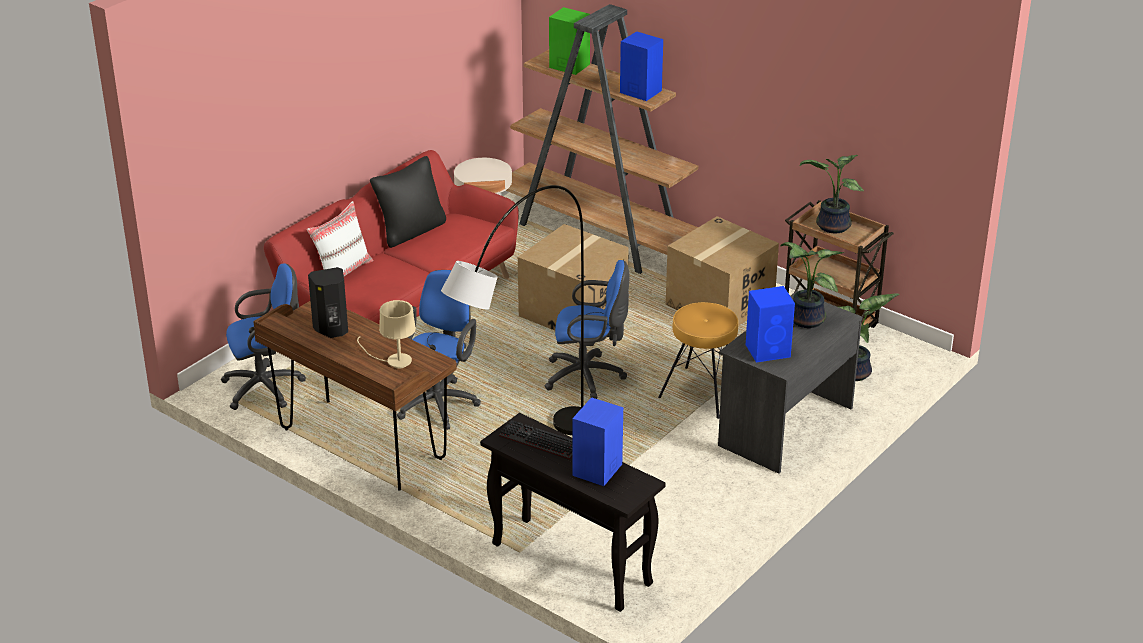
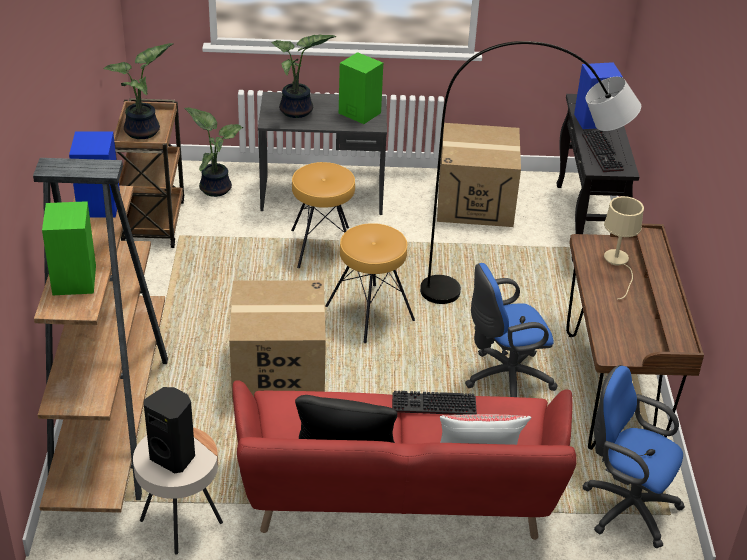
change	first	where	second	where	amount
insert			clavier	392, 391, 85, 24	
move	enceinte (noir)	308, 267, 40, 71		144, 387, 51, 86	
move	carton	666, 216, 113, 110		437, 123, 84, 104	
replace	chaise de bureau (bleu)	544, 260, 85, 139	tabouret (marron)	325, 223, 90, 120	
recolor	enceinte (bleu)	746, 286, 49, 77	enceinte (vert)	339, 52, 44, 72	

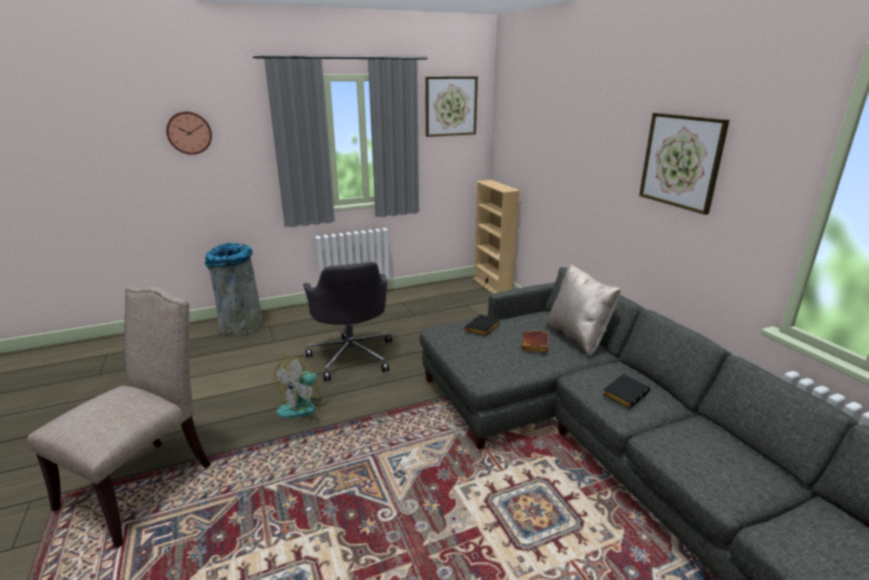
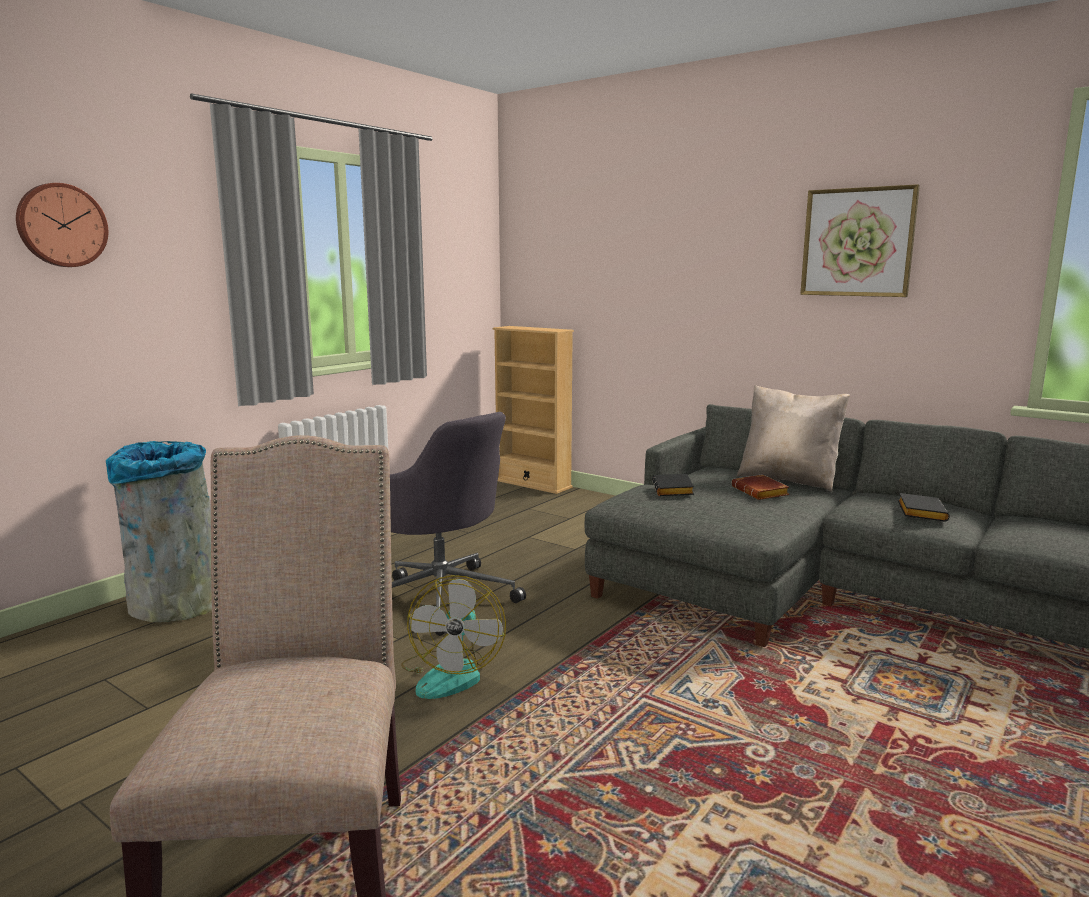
change	first	where	second	where	amount
delete	tableau	425, 76, 53, 61			

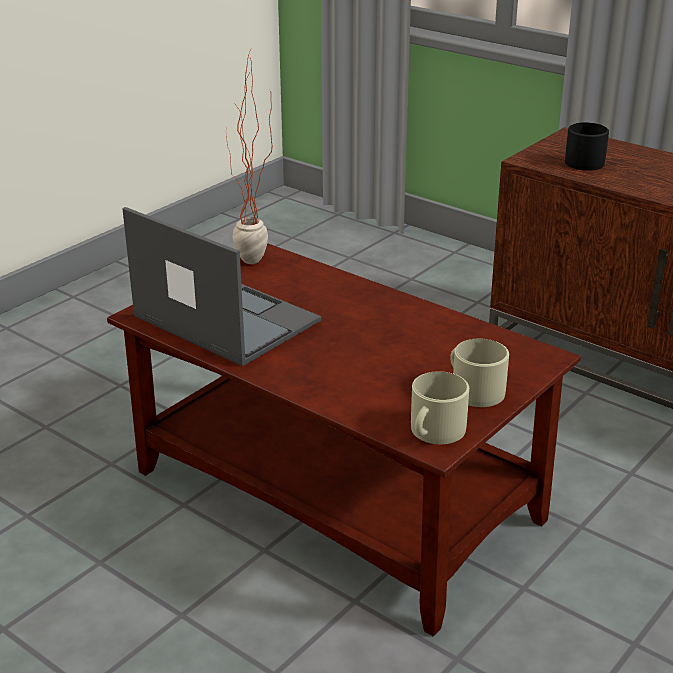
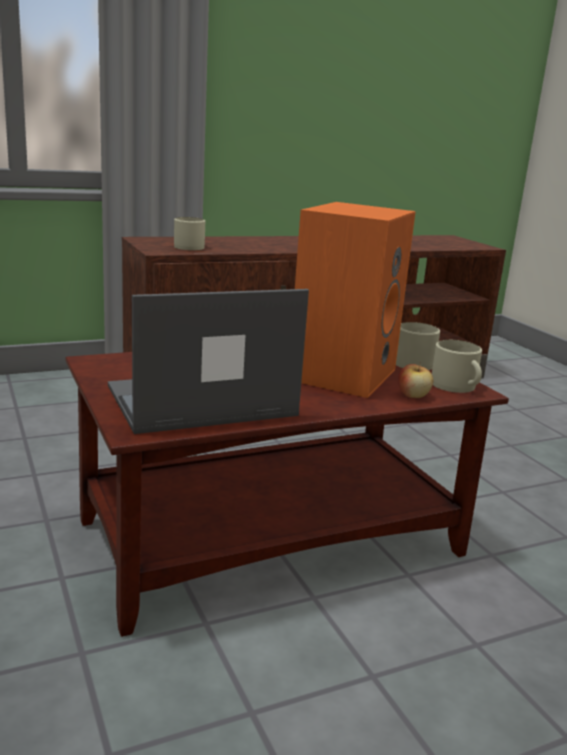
change	first	where	second	where	amount
delete	plante en pot	226, 52, 46, 212			
insert			enceinte (orange)	295, 202, 121, 196	
insert			pomme	398, 362, 35, 36	
recolor	mug (noir)	565, 123, 44, 48	mug (beige)	174, 217, 31, 33	

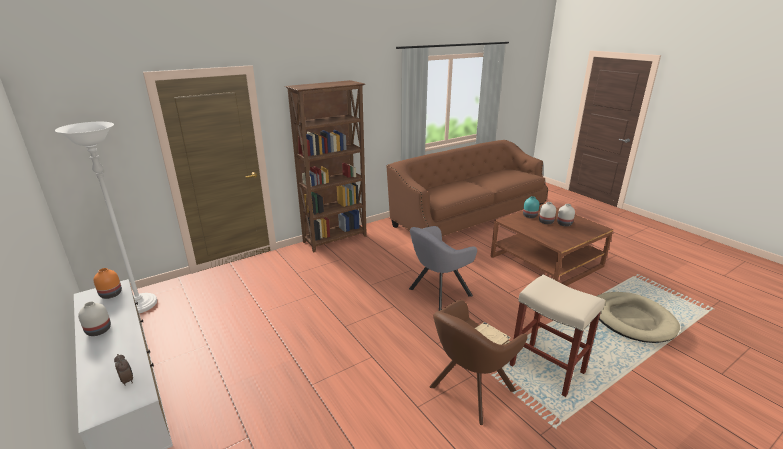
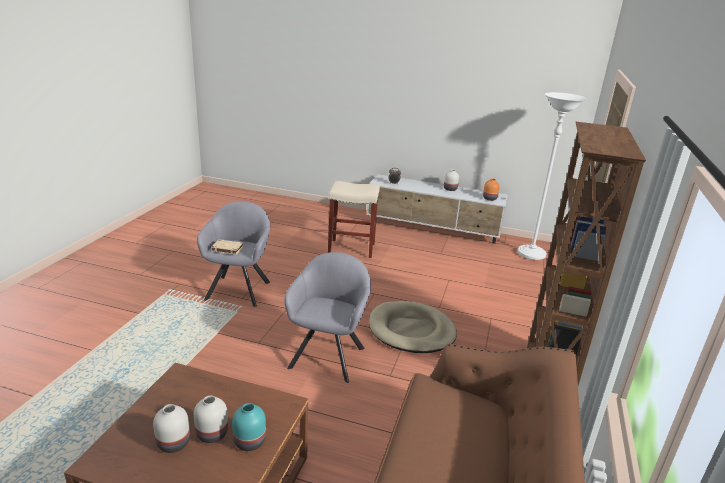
change	first	where	second	where	amount
move	tabouret (beige)	509, 275, 96, 122		328, 181, 52, 77	
move	panier pour chien (beige)	597, 292, 83, 51		369, 301, 88, 52	
recolor	fauteuil (marron)	429, 300, 99, 125	fauteuil (gris)	197, 201, 73, 106	

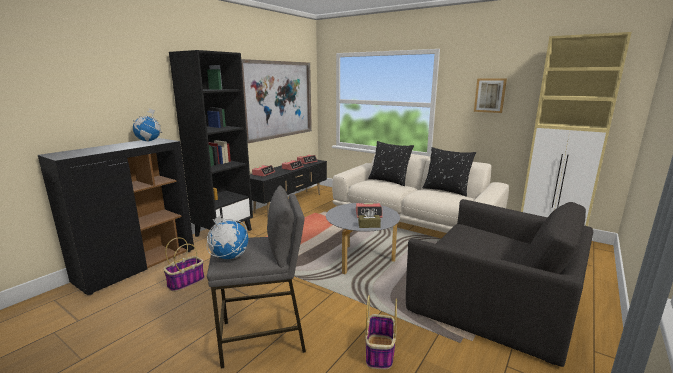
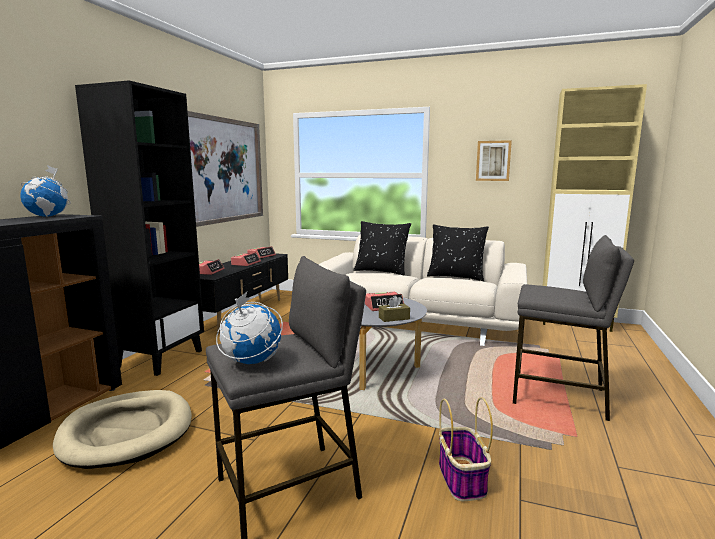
change	first	where	second	where	amount
replace	panier	163, 238, 42, 54	panier pour chien (beige)	53, 390, 139, 79	
replace	fauteuil (noir)	406, 199, 187, 168	tabouret (gris)	513, 235, 121, 186	

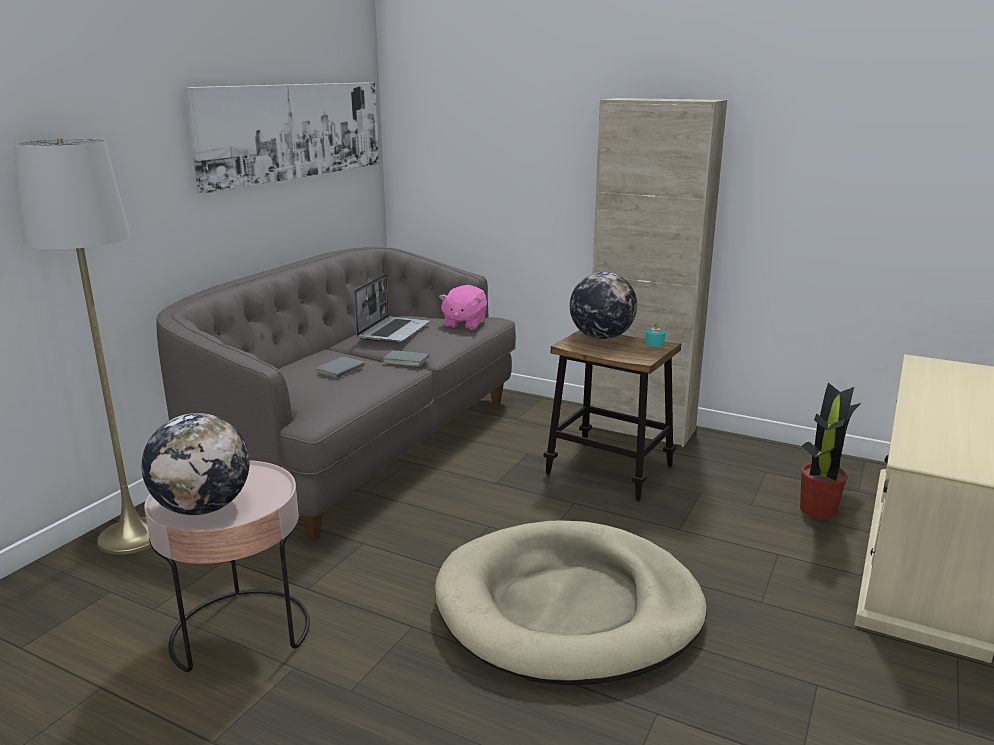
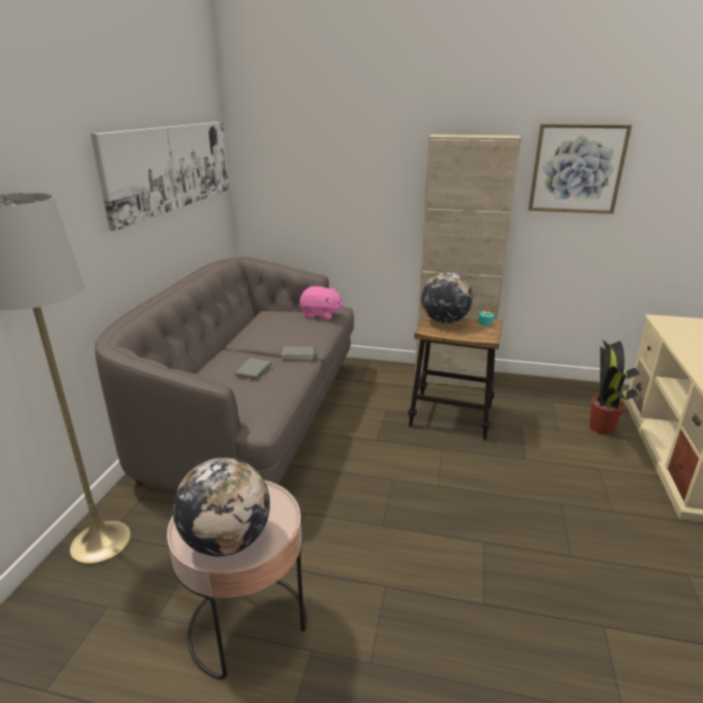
change	first	where	second	where	amount
delete	ordinateur portable	354, 274, 76, 69			
delete	panier pour chien (beige)	435, 521, 272, 164			
insert			tableau	528, 124, 104, 90	
rotate	peluche (rose)	439, 285, 48, 45		300, 286, 43, 34	75 degrees counterclockwise

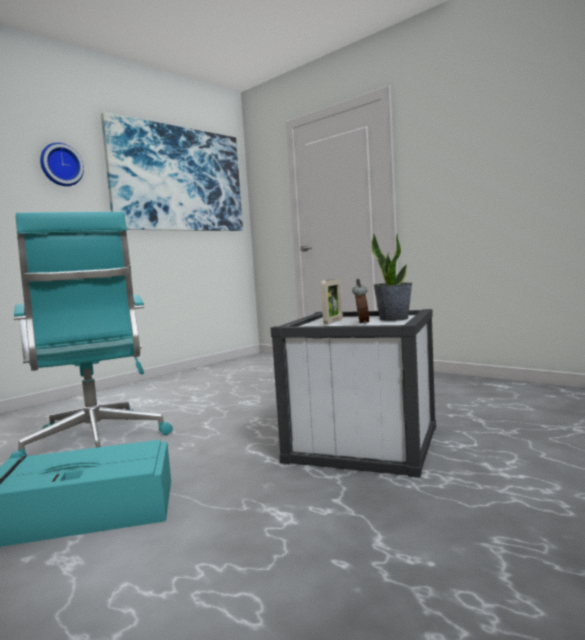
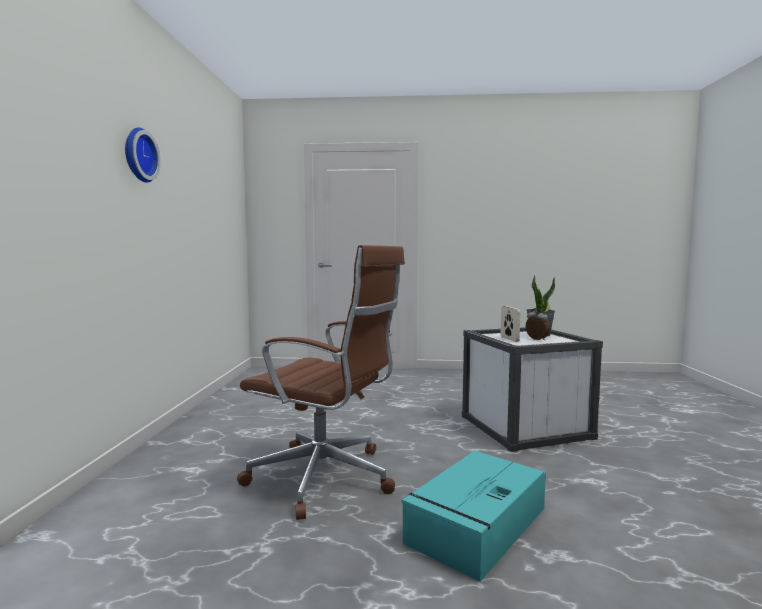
change	first	where	second	where	amount
delete	tableau	101, 112, 142, 119			
recolor	chaise de bureau (turquoise)	10, 212, 163, 246	chaise de bureau (marron)	237, 245, 168, 275	

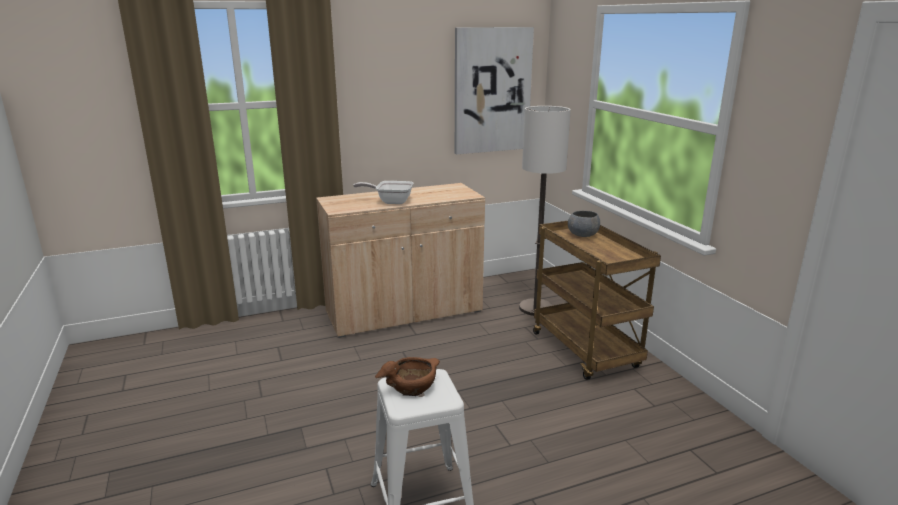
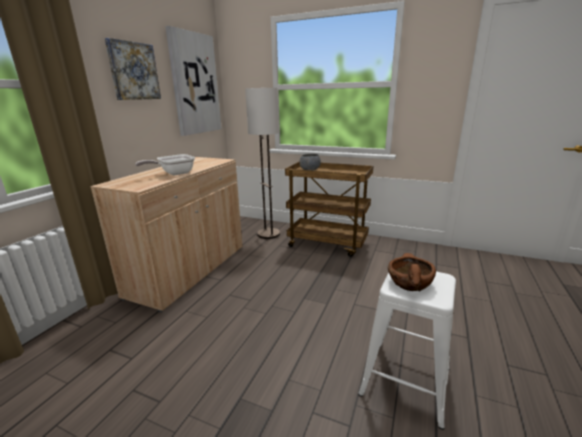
change	first	where	second	where	amount
insert			tableau	105, 38, 56, 62	

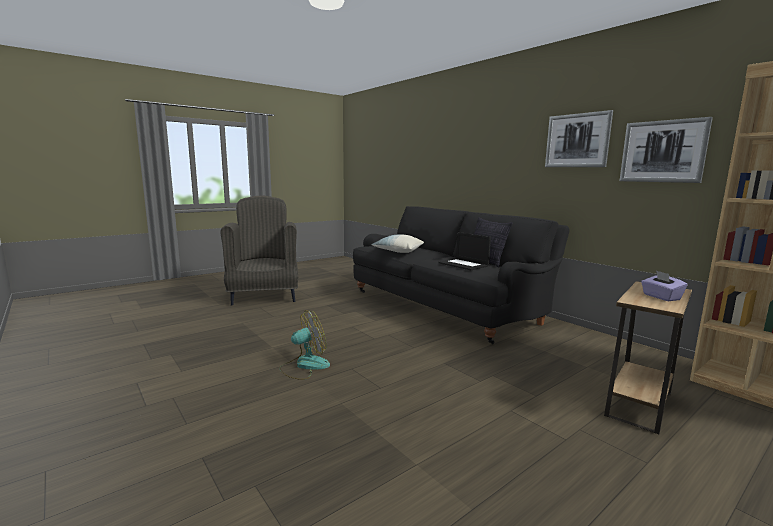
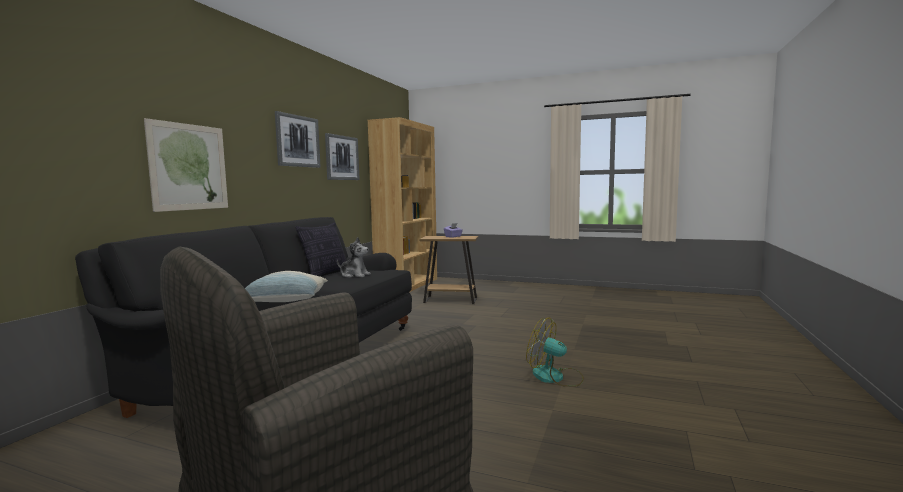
change	first	where	second	where	amount
insert			tableau	144, 118, 84, 94	
replace	ordinateur portable	439, 232, 52, 38	peluche	337, 237, 34, 41	

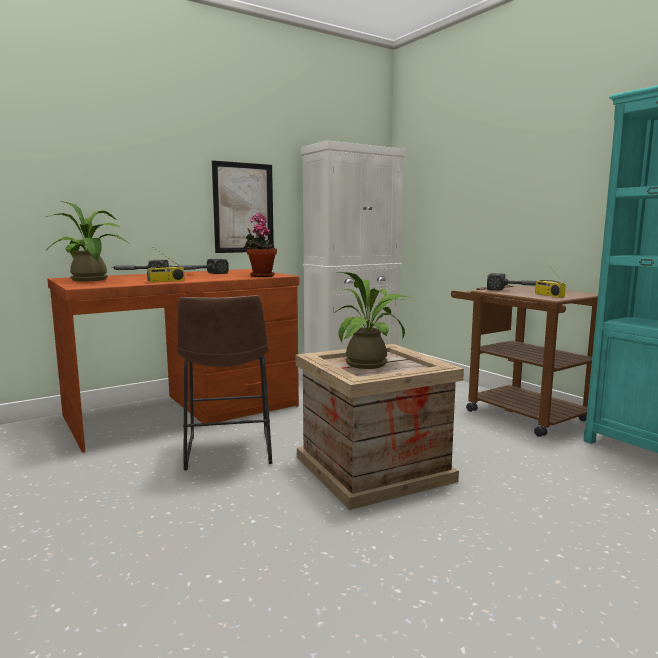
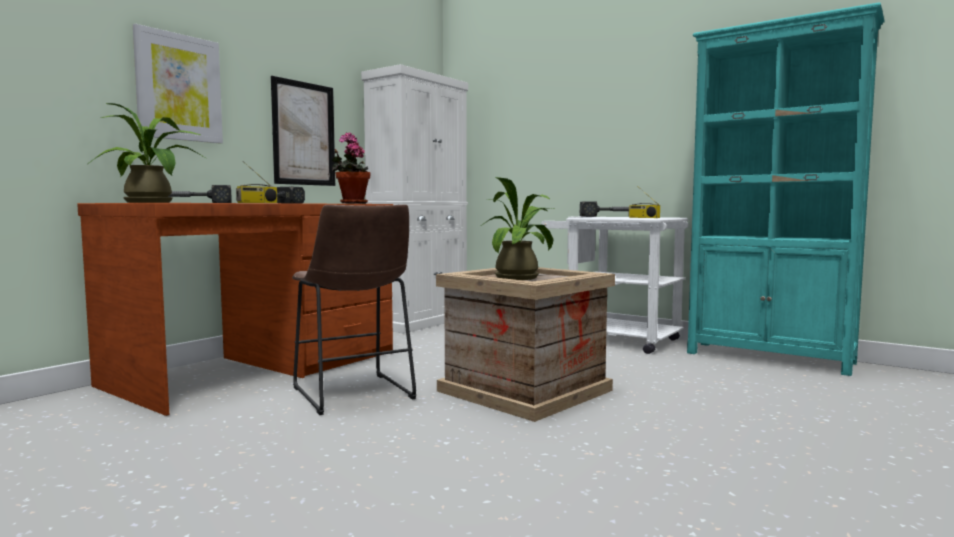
change	first	where	second	where	amount
insert			tableau	133, 24, 90, 119	
recolor	chariot (marron)	451, 285, 147, 152	chariot (blanc)	541, 216, 148, 138	

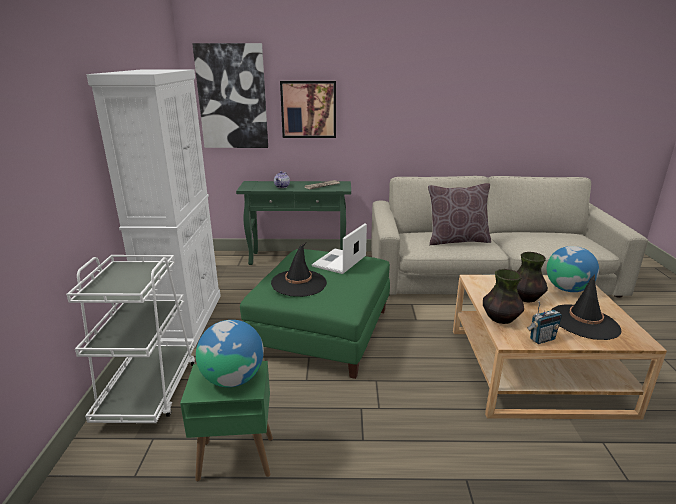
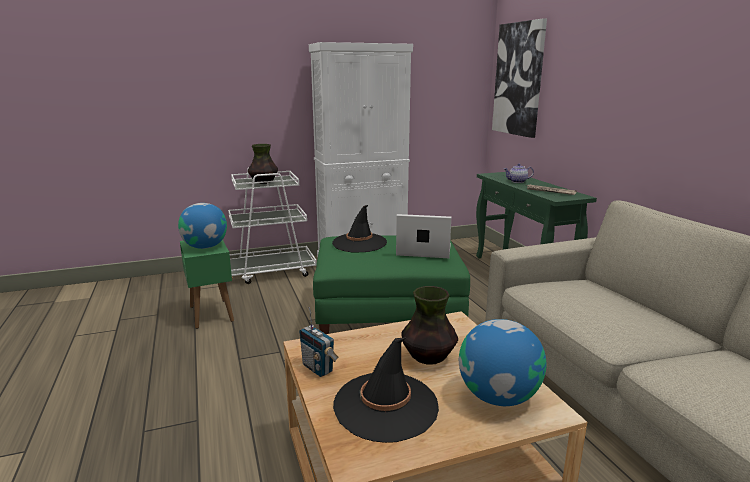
change	first	where	second	where	amount
delete	tableau	280, 81, 56, 57			
delete	coussin (marron)	428, 183, 63, 62			
move	vase	483, 269, 41, 55		248, 144, 30, 40	

